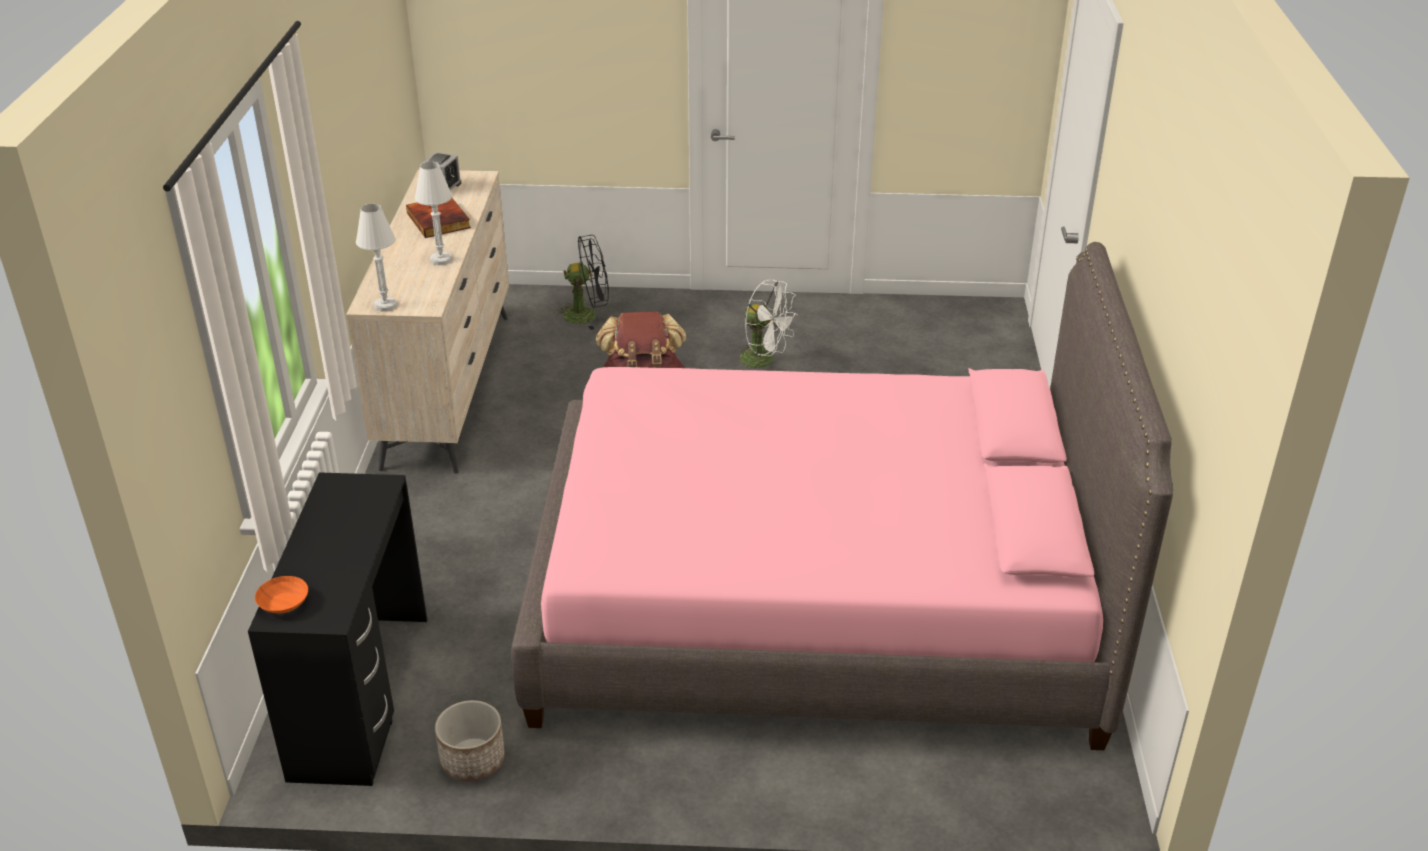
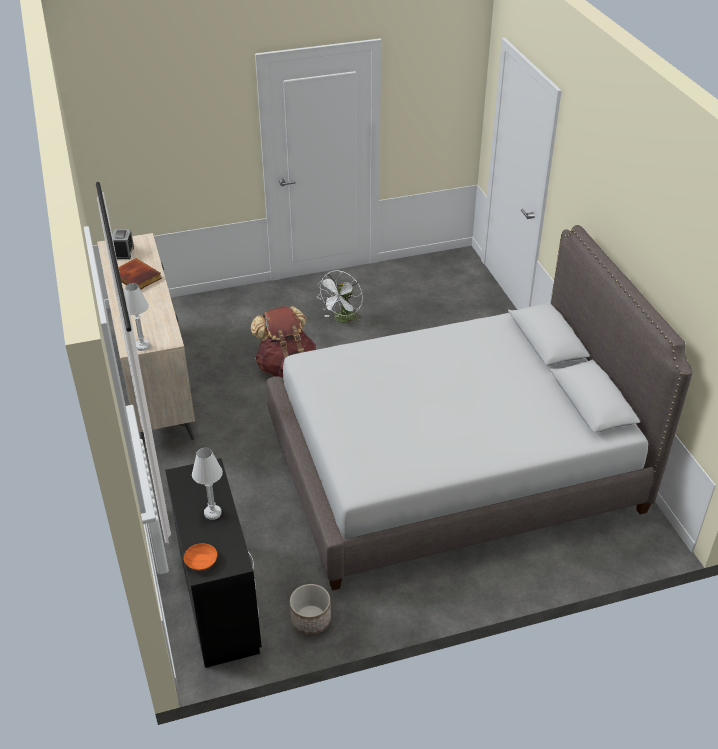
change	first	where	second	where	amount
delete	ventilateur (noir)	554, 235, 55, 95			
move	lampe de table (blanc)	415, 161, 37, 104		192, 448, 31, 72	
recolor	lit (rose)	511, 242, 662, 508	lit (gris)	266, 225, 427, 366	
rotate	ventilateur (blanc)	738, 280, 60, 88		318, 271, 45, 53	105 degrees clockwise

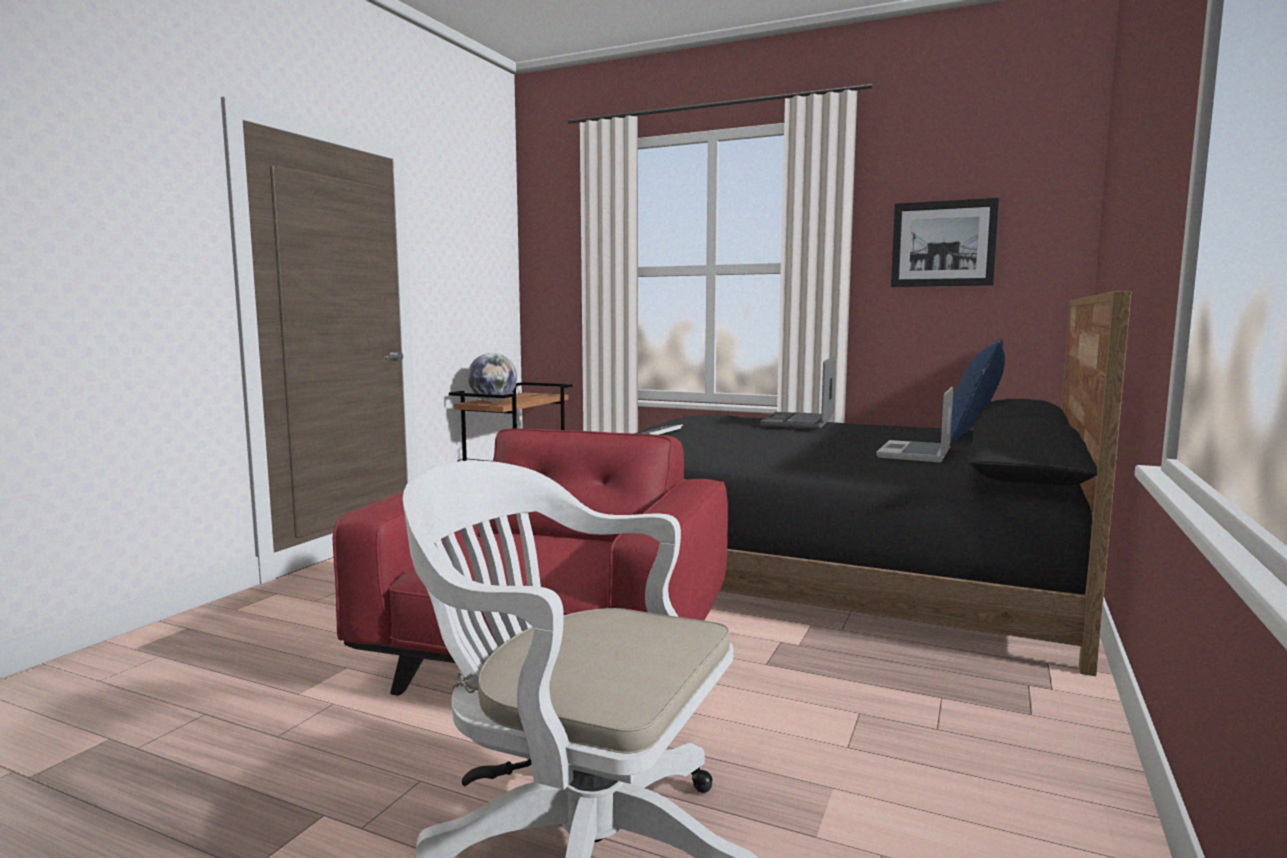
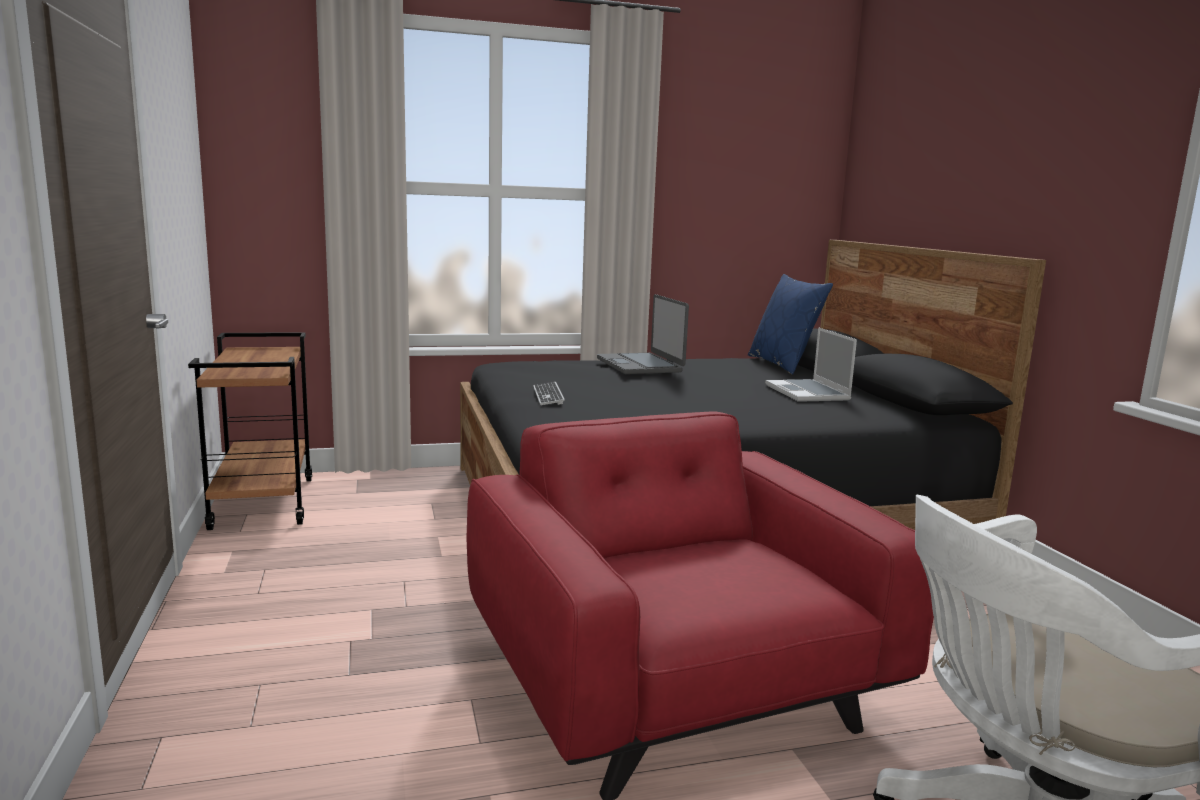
change	first	where	second	where	amount
delete	globe	467, 353, 50, 49			
delete	tableau	891, 198, 108, 89			

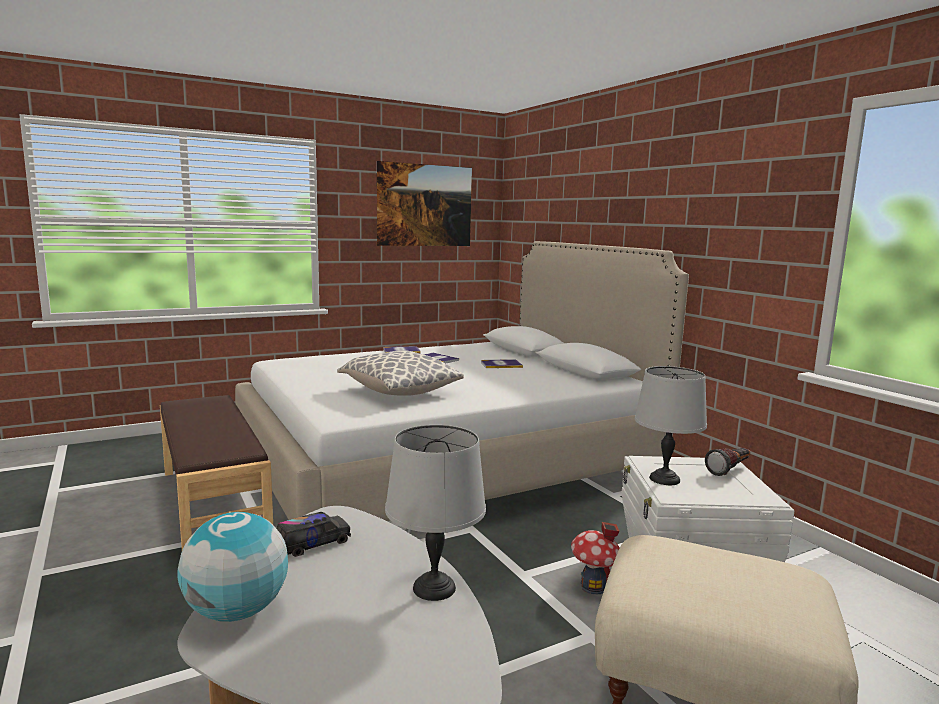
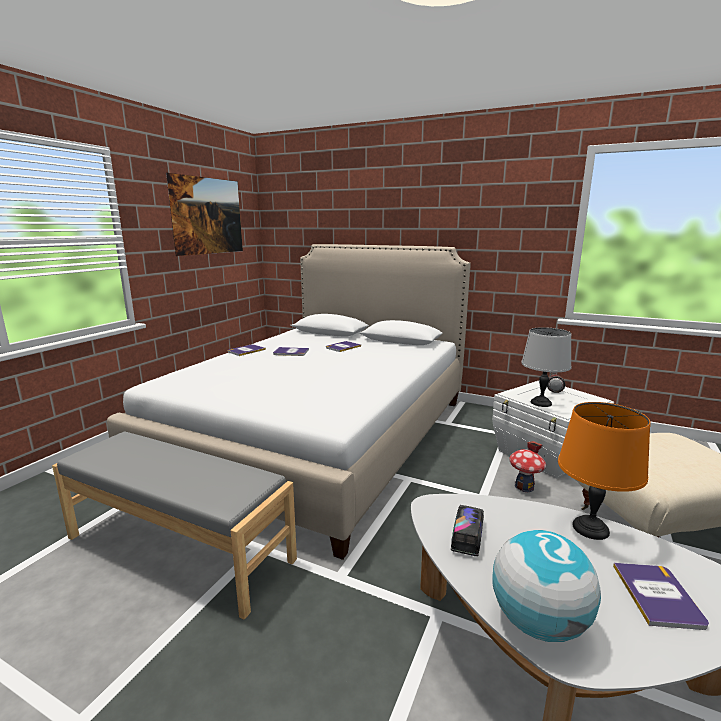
change	first	where	second	where	amount
delete	coussin	337, 350, 127, 46			
insert			livre	613, 563, 96, 67	
recolor	banc (marron)	160, 395, 113, 155	banc (gris)	52, 431, 245, 189	
recolor	lampe de table (gris)	385, 425, 101, 176	lampe de table (orange)	558, 402, 93, 138	

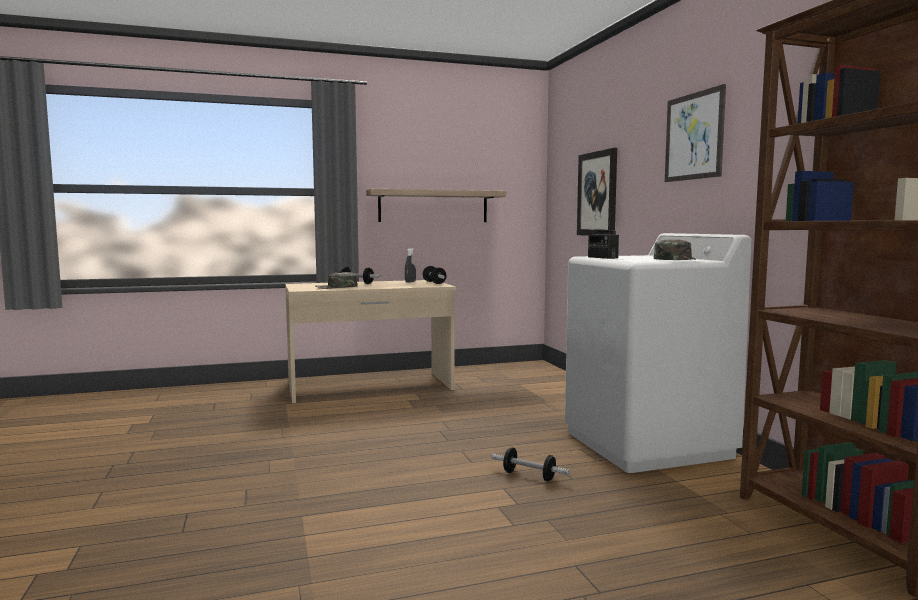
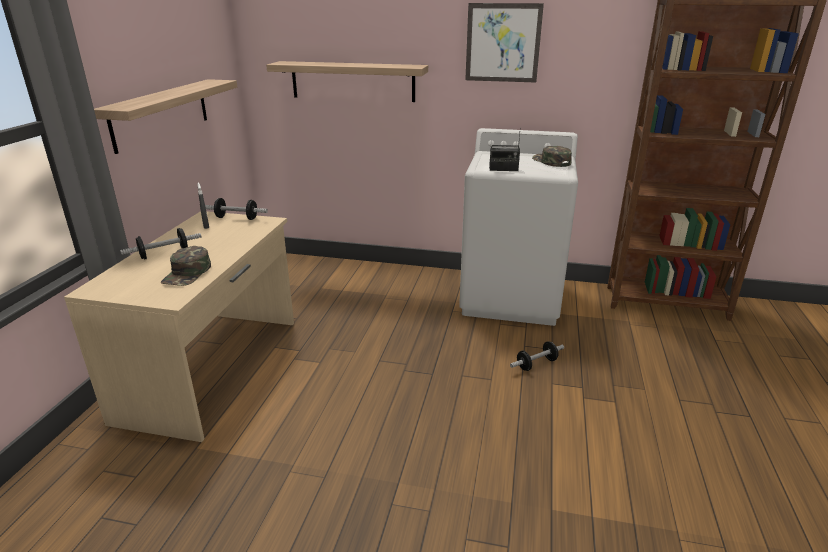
change	first	where	second	where	amount
replace	tableau	577, 148, 40, 88	étagère	266, 61, 162, 41	

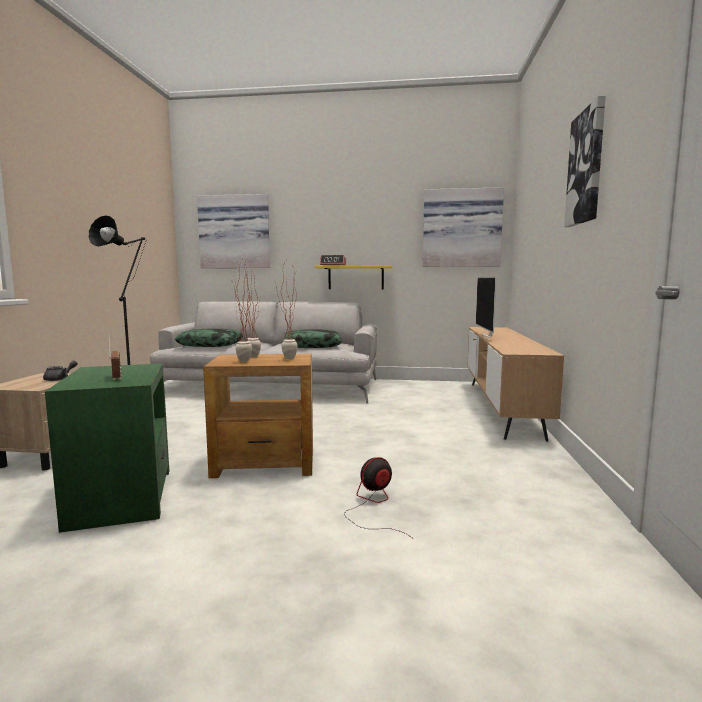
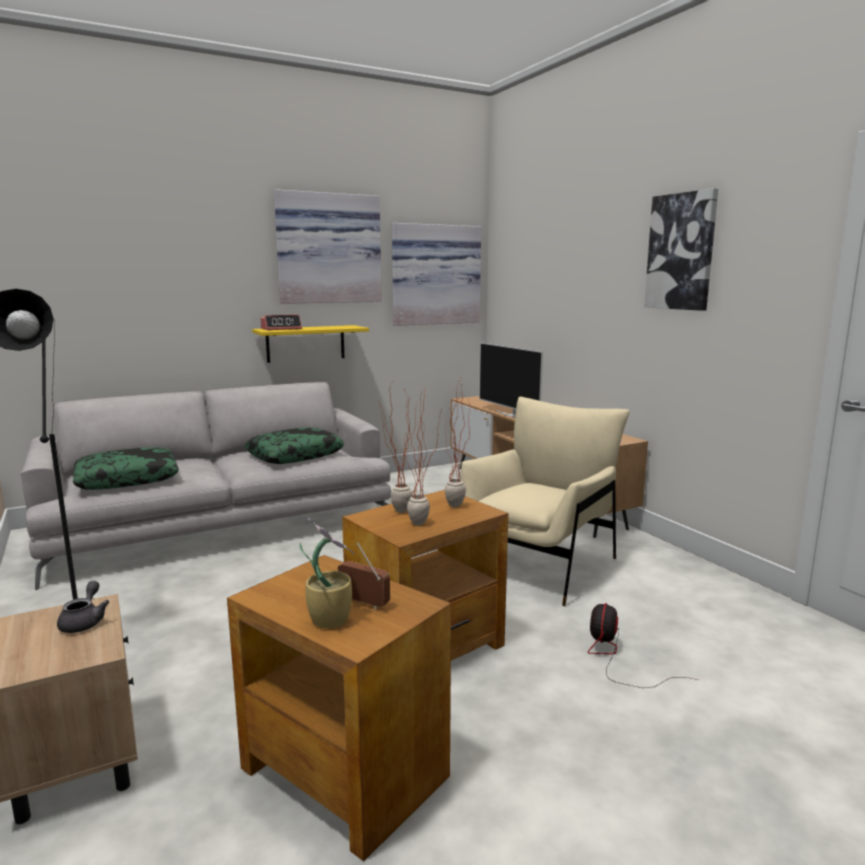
change	first	where	second	where	amount
insert			plante en pot	299, 518, 55, 110	
insert			fauteuil (beige)	461, 397, 169, 209	
move	tableau	197, 194, 73, 74		274, 189, 108, 115	
recolor	table d'appoint (vert)	45, 363, 124, 170	table d'appoint (marron)	227, 555, 224, 306	

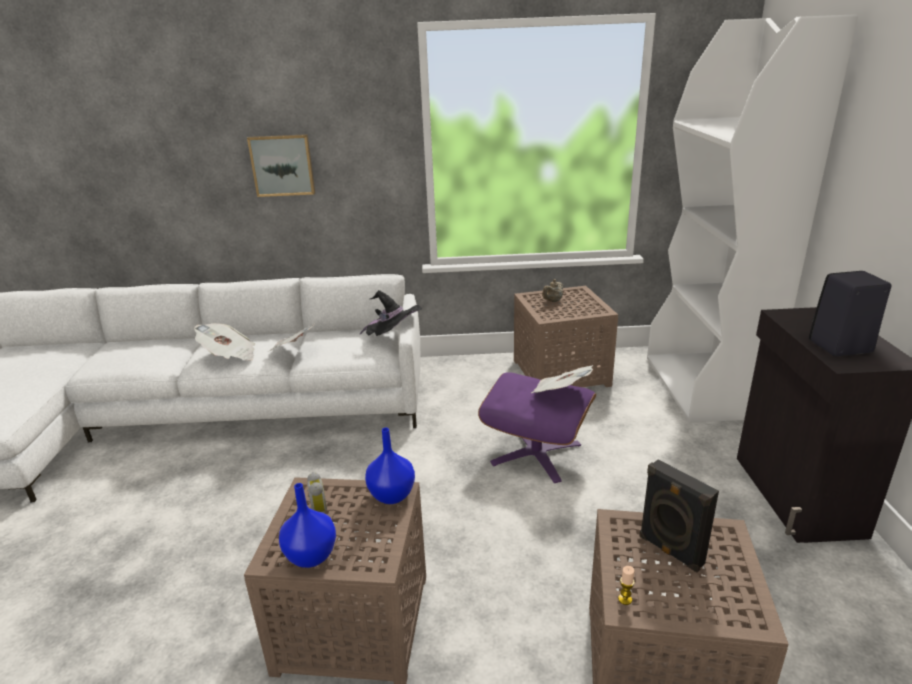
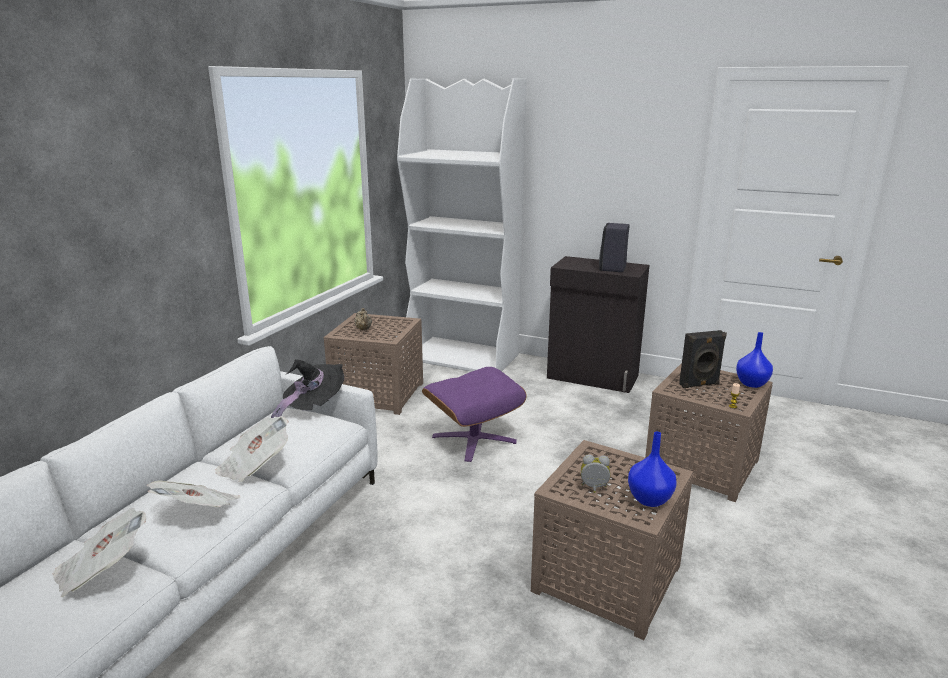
change	first	where	second	where	amount
delete	tableau	247, 134, 68, 63			
move	vase (bleu)	365, 428, 50, 76		736, 332, 37, 56	
move	journal	531, 365, 62, 28		53, 508, 93, 89	

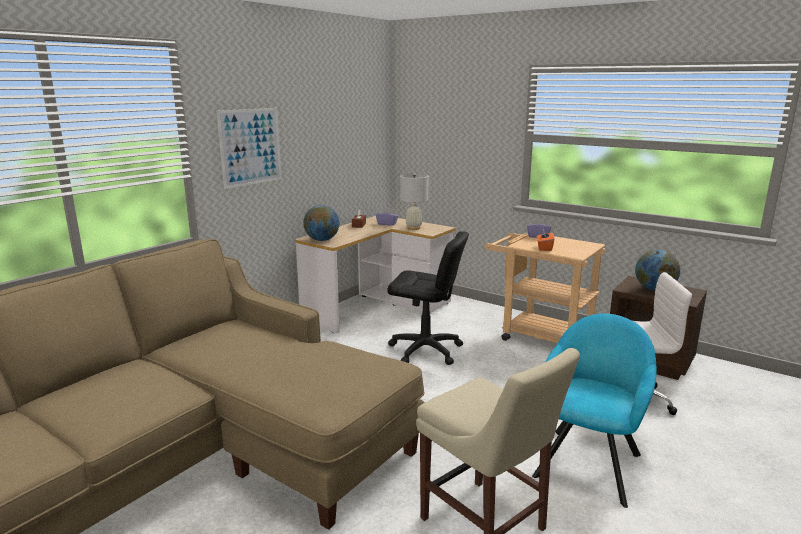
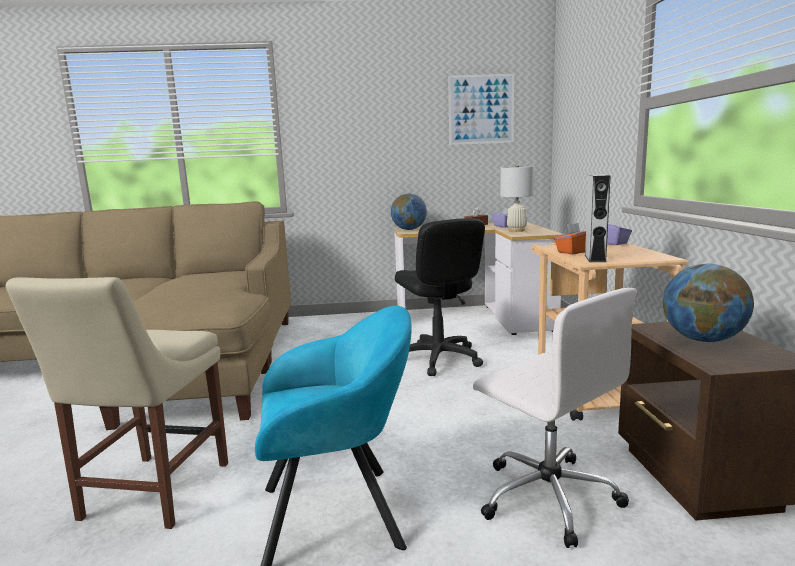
change	first	where	second	where	amount
insert			enceinte (gris)	585, 174, 26, 88	
move	tableau	217, 108, 65, 81		448, 74, 66, 71	

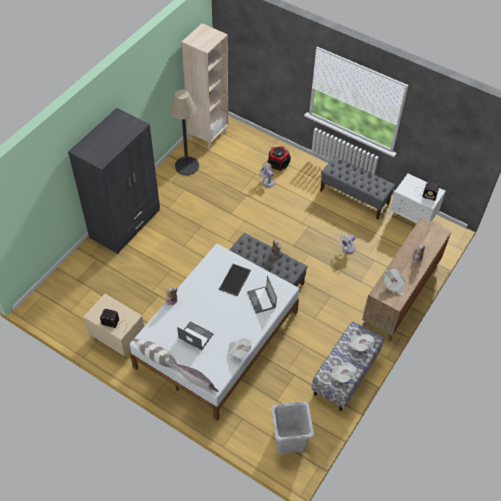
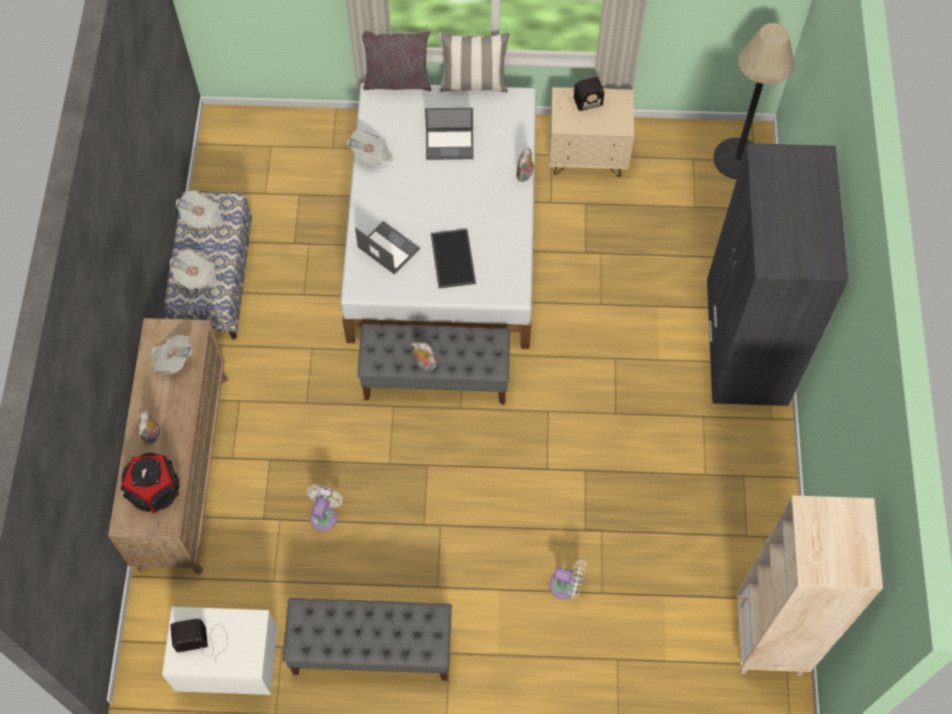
change	first	where	second	where	amount
delete	panier à linge (gris)	271, 402, 43, 52			
move	lampadaire	169, 90, 30, 85		713, 23, 81, 156	
move	enceinte	268, 146, 23, 25		121, 453, 59, 61	

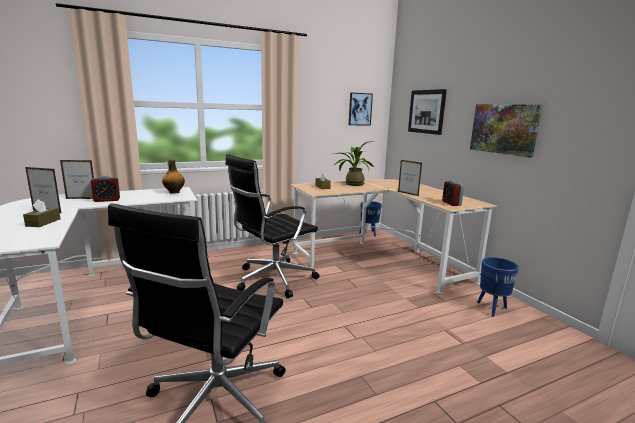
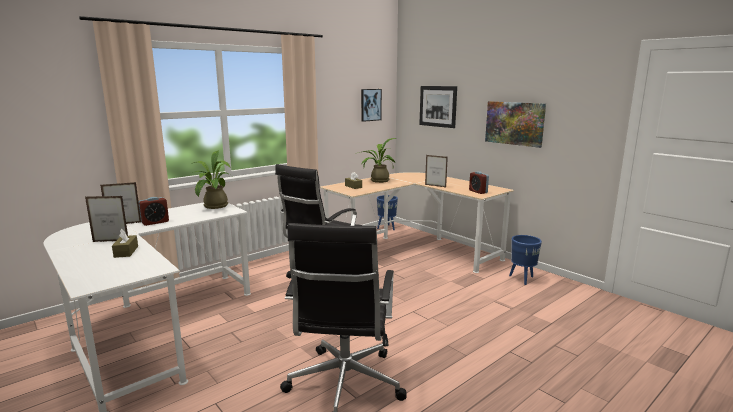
change	first	where	second	where	amount
replace	bouteille	162, 159, 23, 35	plante en pot	192, 151, 40, 58	

